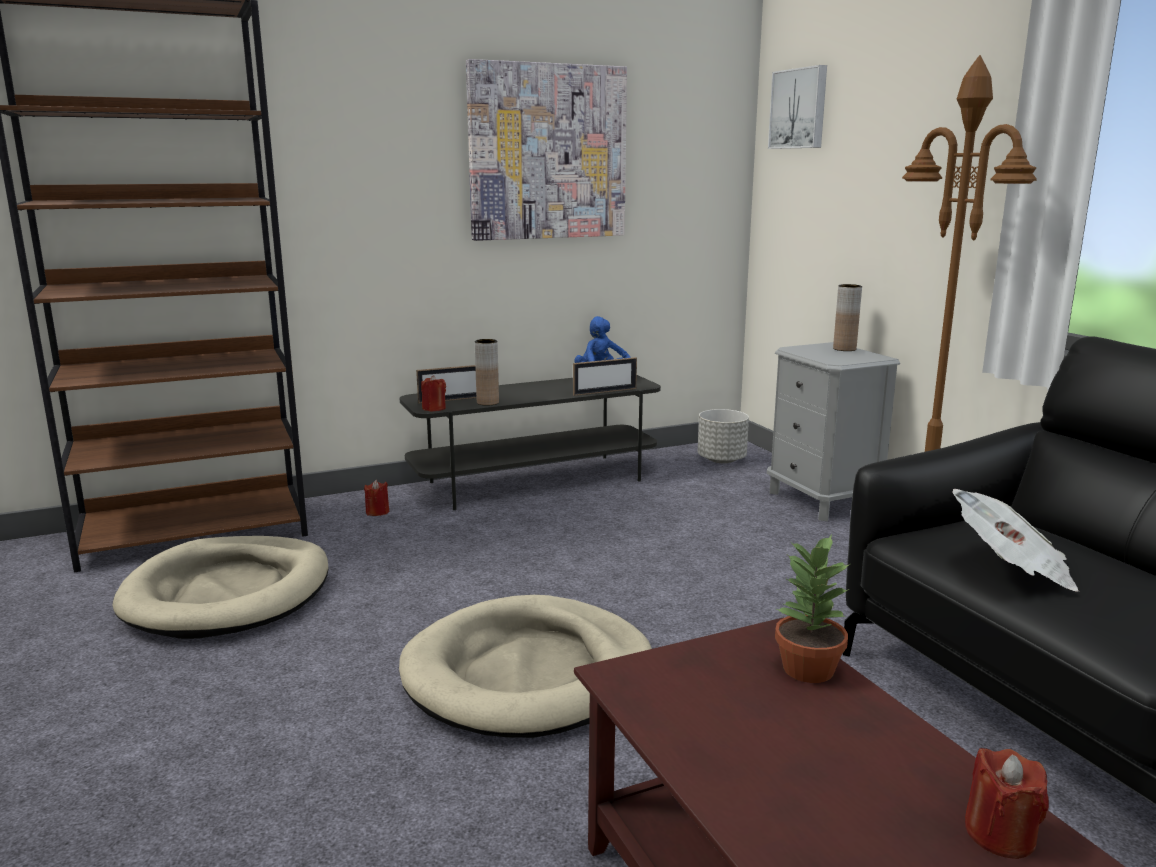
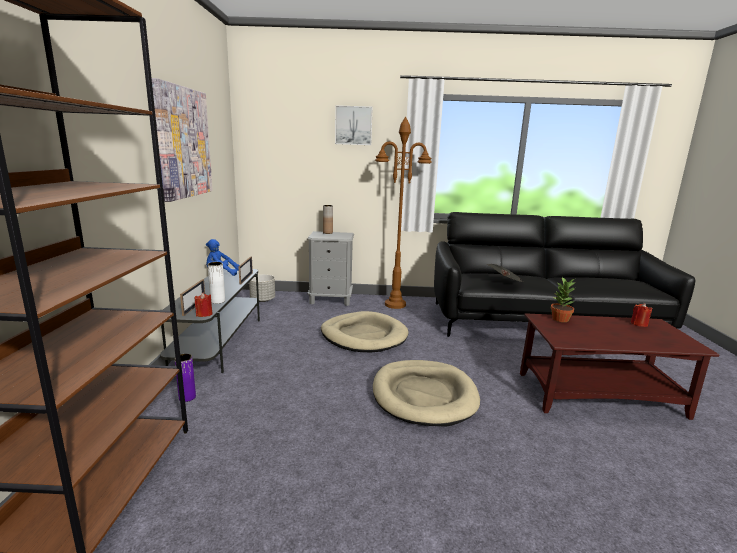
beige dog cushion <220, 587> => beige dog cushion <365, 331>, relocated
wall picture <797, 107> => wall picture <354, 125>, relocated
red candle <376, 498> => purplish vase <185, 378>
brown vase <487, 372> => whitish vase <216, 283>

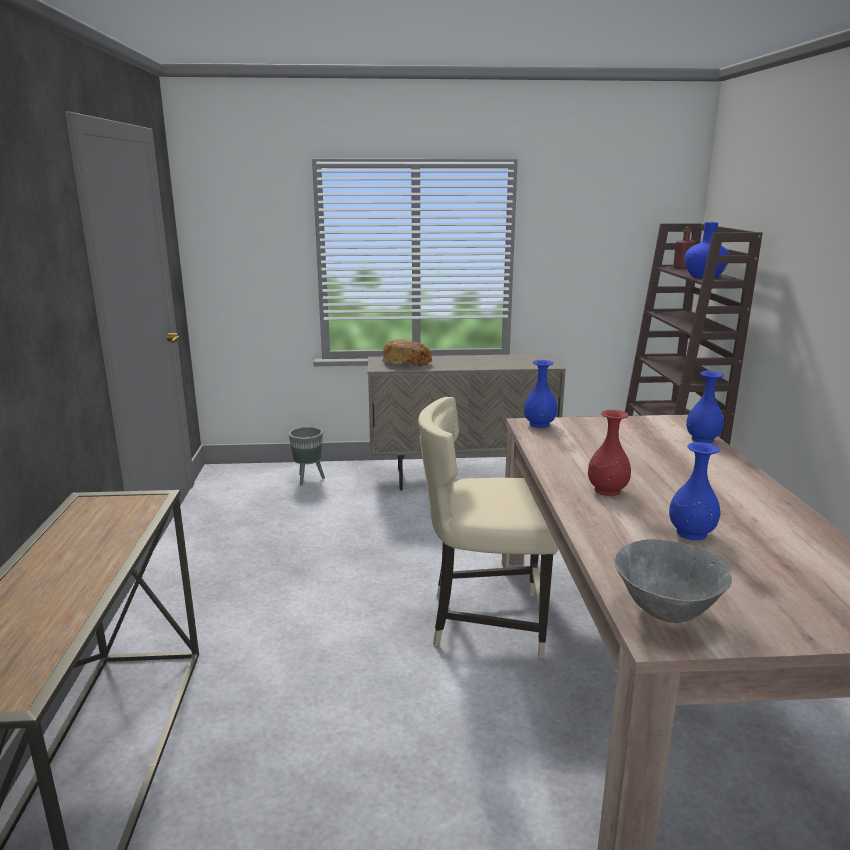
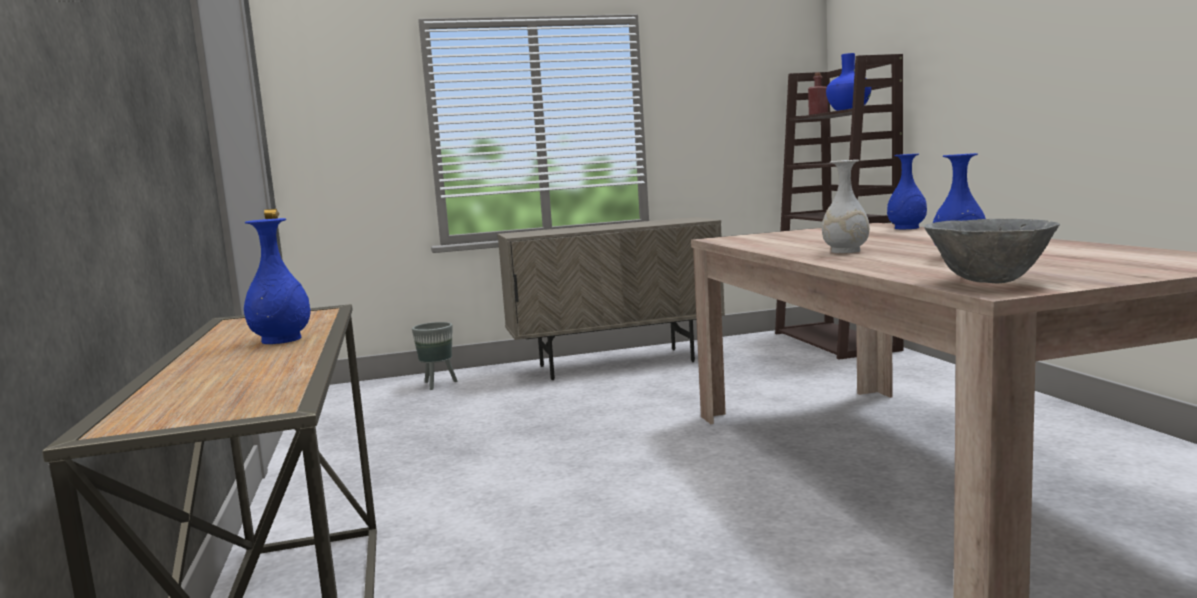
baked bread <407, 353> => nothing
beige chair <488, 527> => nothing
blue vase <540, 394> => blue vase <277, 281>, relocated
red vase <609, 453> => whitish vase <846, 206>

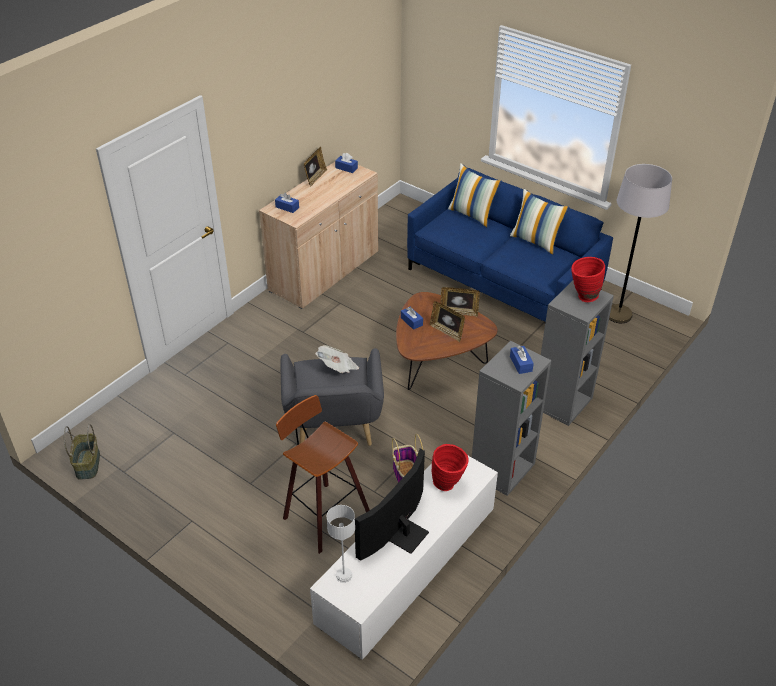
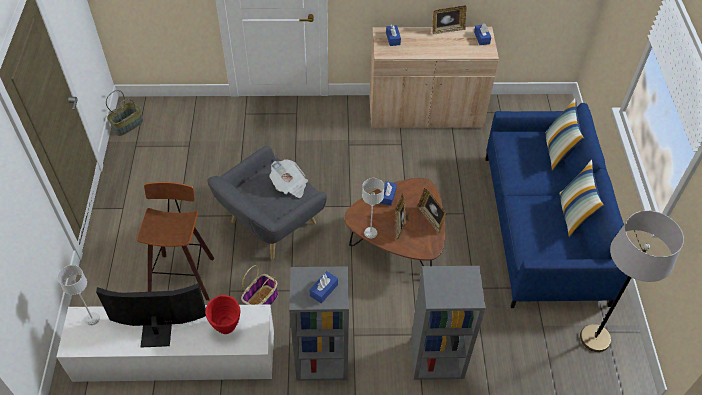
red vase <588, 279> => nothing
nothing => gray table lamp <373, 208>

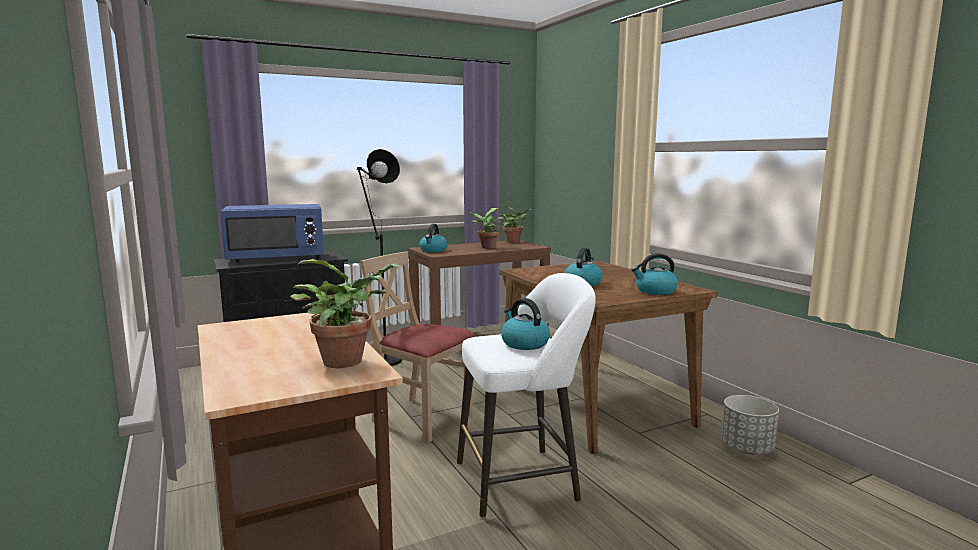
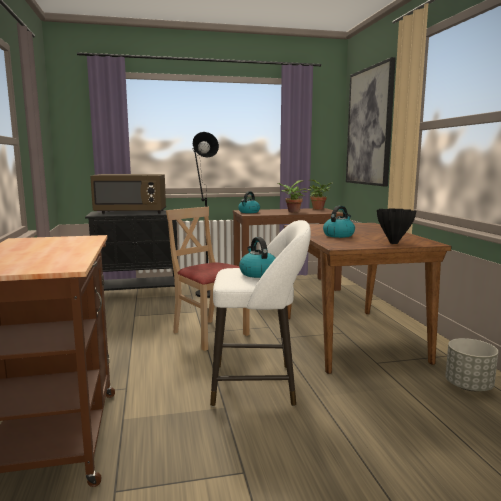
houseplant <345, 313> => nothing
nothing => wall picture <371, 121>
water kettle <654, 274> => black-coloured vase <396, 226>
blue microwave oven <272, 233> => brown microwave oven <128, 194>

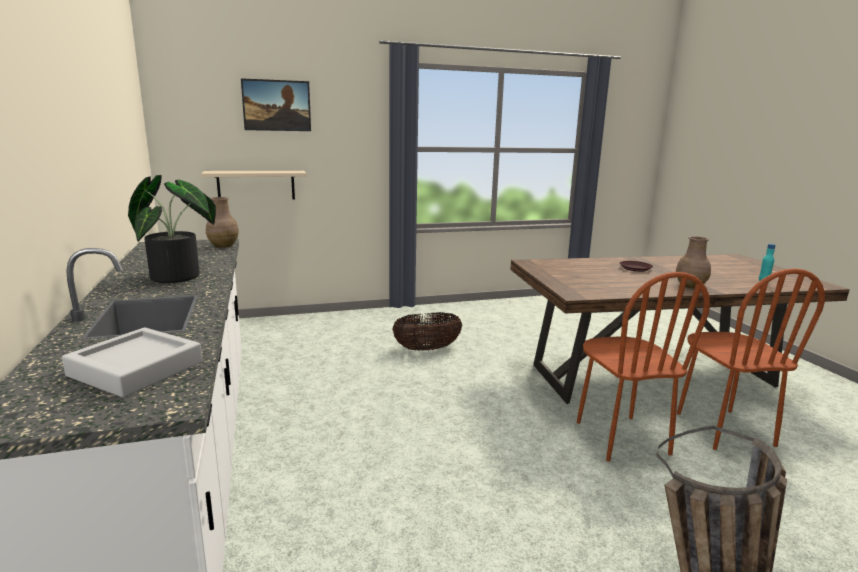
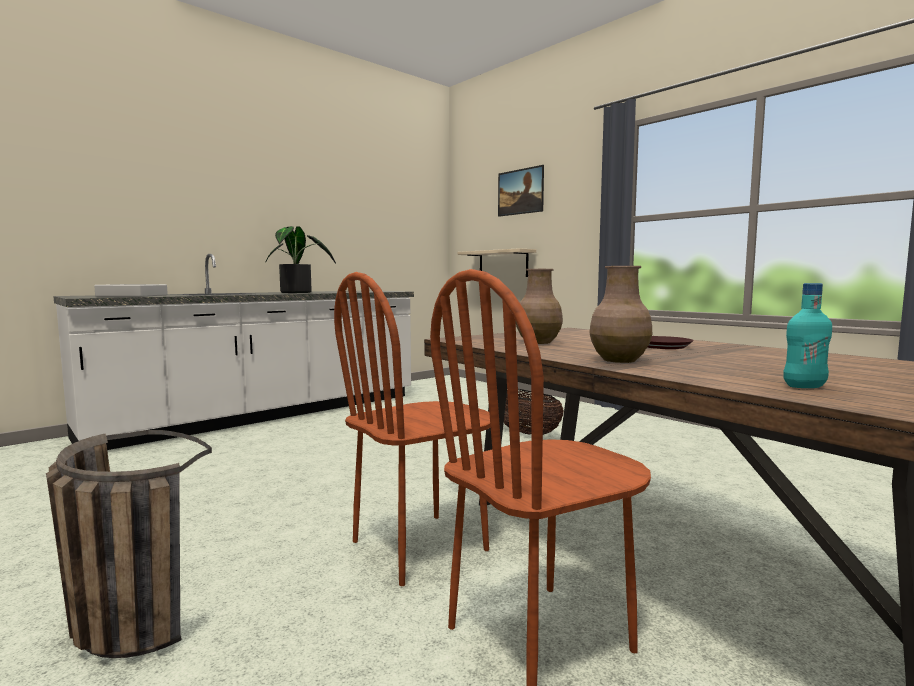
brown vase <222, 222> => brown vase <539, 306>, relocated

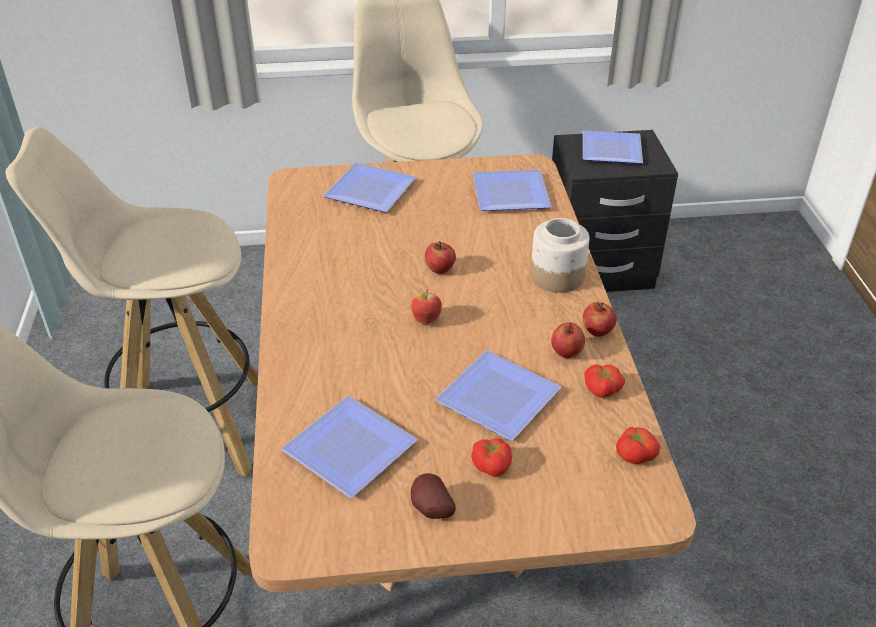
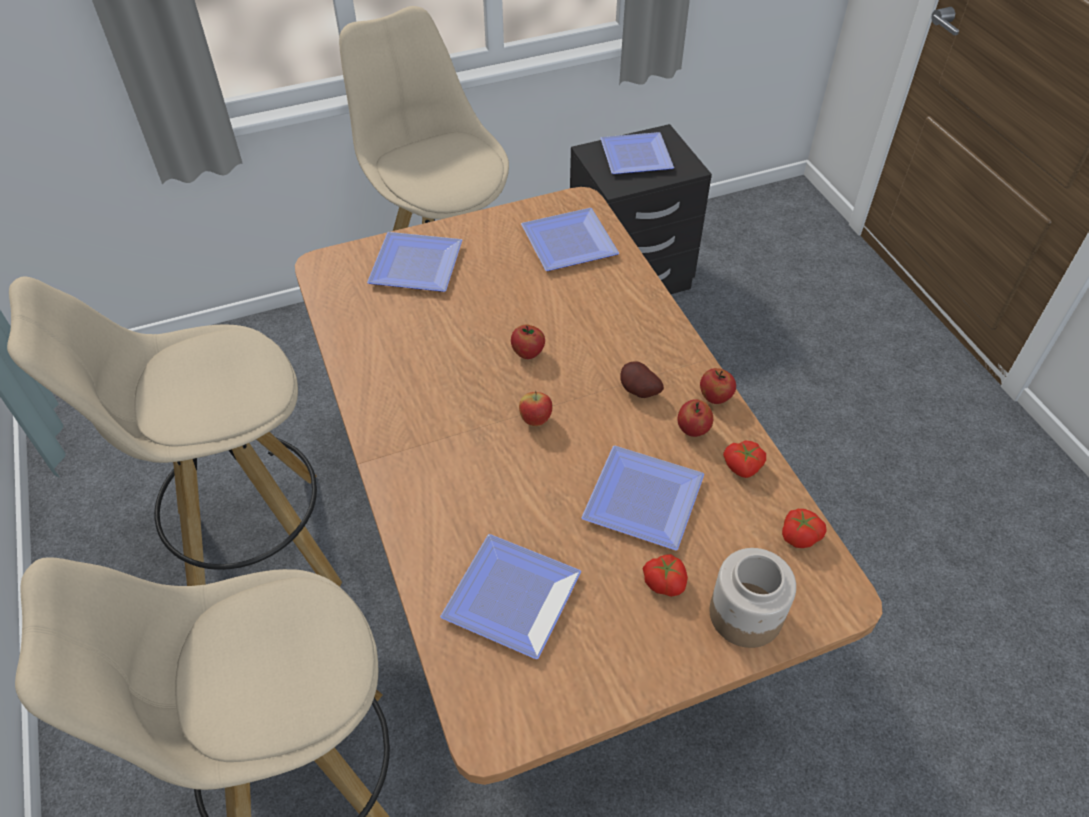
whole potato <433, 496> => whole potato <642, 380>, relocated
storage jar <560, 255> => storage jar <753, 598>, relocated

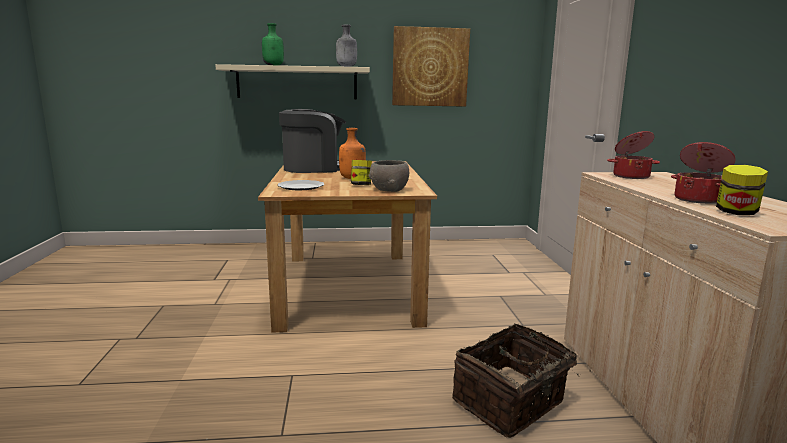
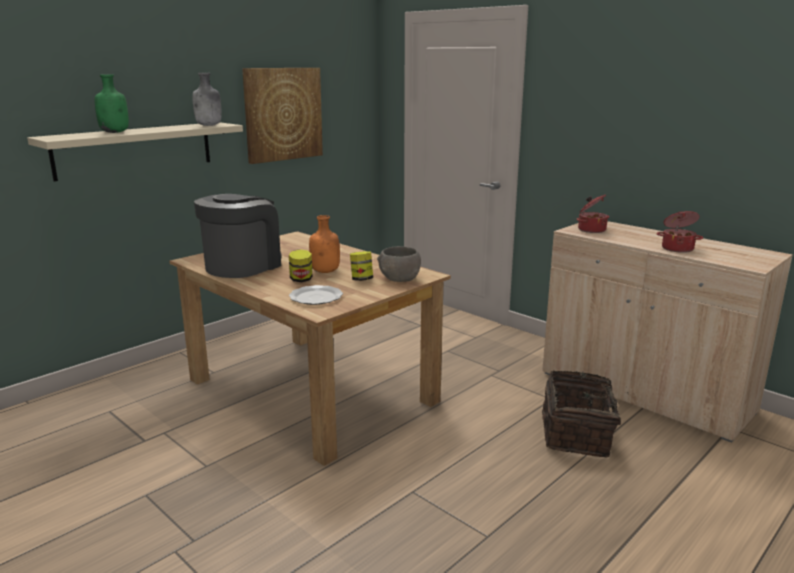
storage jar <742, 190> => storage jar <300, 265>, relocated

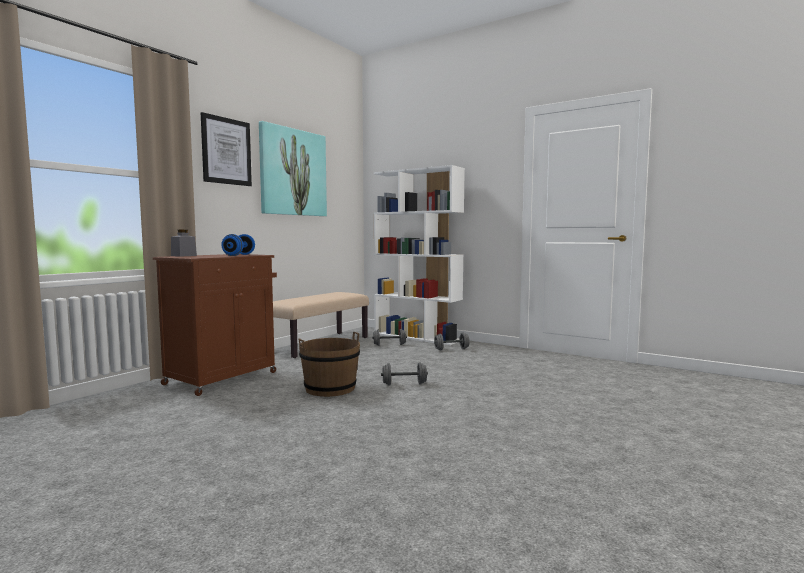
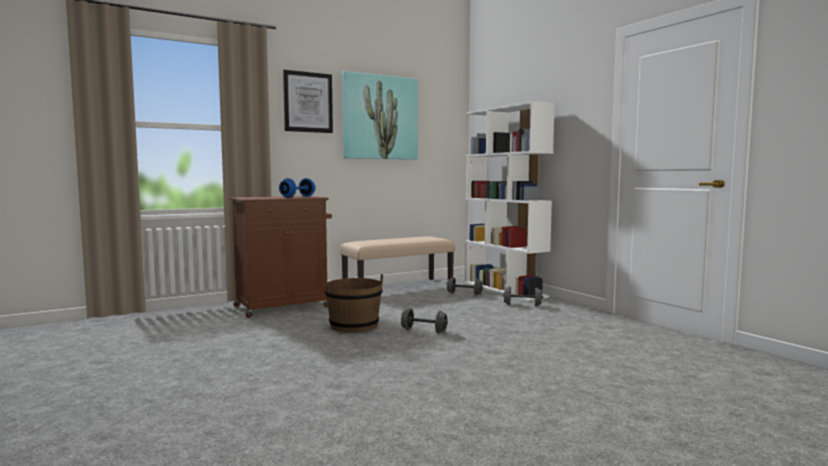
gray storage jar <184, 243> => nothing

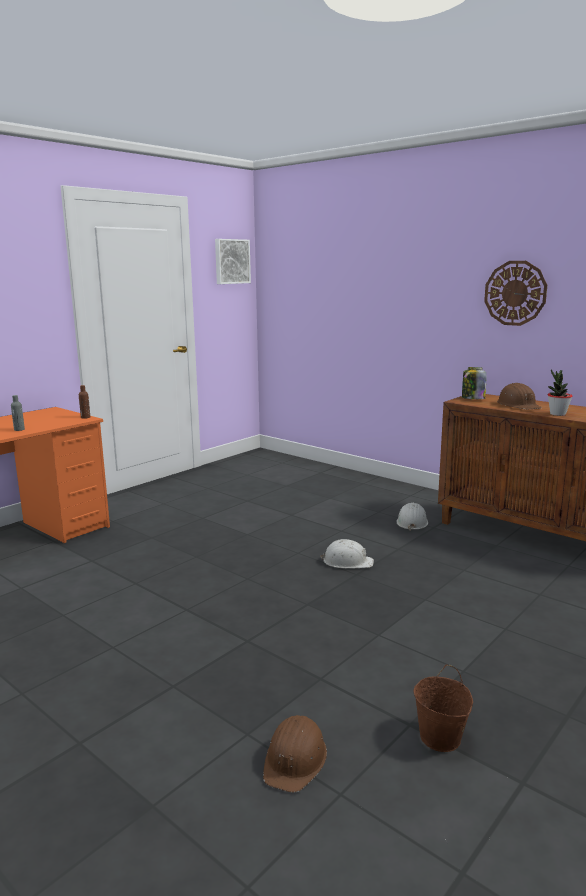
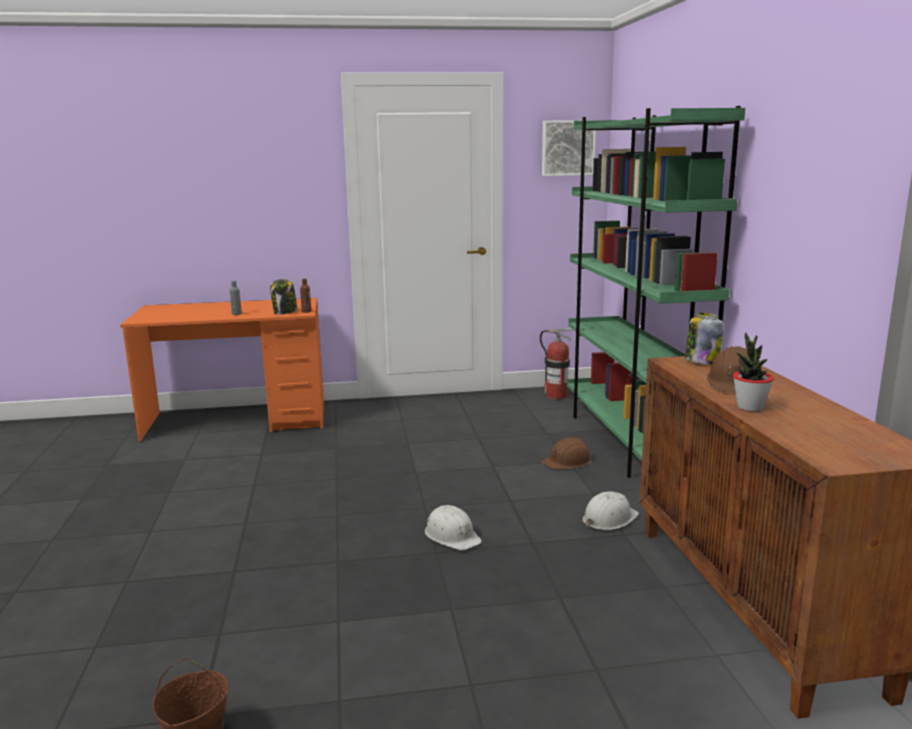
clock on the wall <515, 293> => nothing
nothing => storage jar <284, 297>
nothing => extinguisher <556, 364>
nothing => greenish bookcase <656, 292>
brown work helmet <295, 754> => brown work helmet <566, 453>, relocated

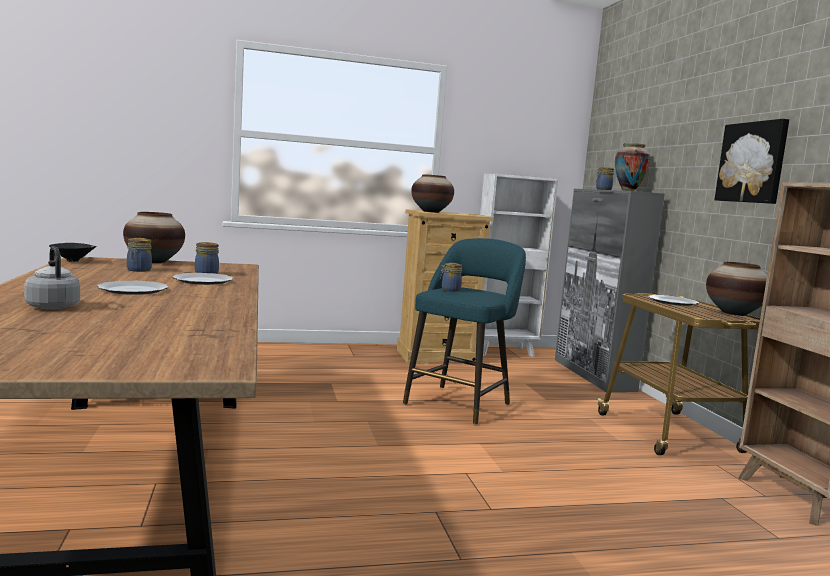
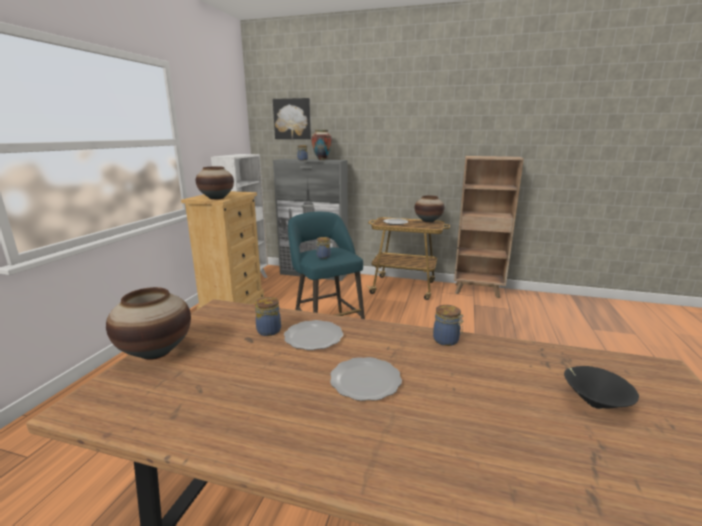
gray water kettle <52, 278> => nothing
black-coloured serving bowl <73, 252> => black-coloured serving bowl <601, 387>, relocated
storage jar <139, 255> => storage jar <448, 325>, relocated
wall picture <752, 161> => wall picture <292, 118>, relocated

